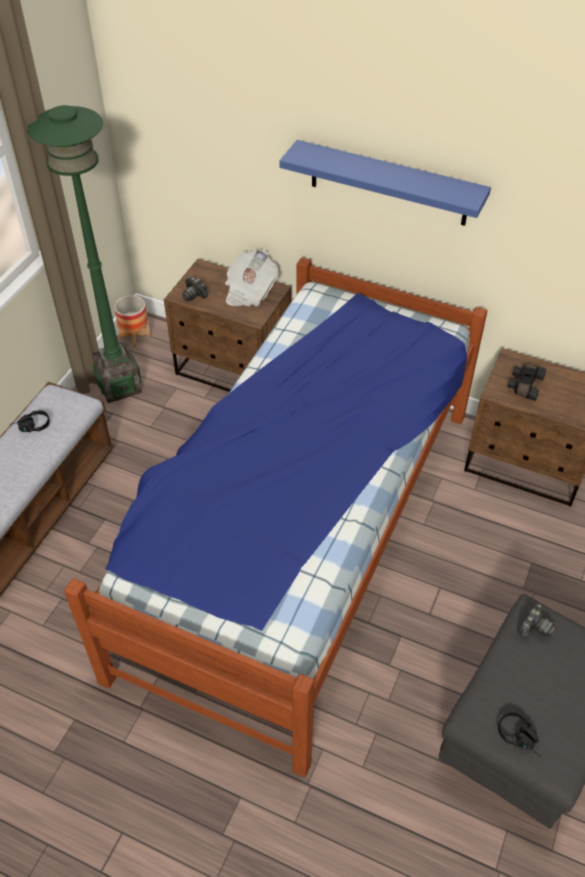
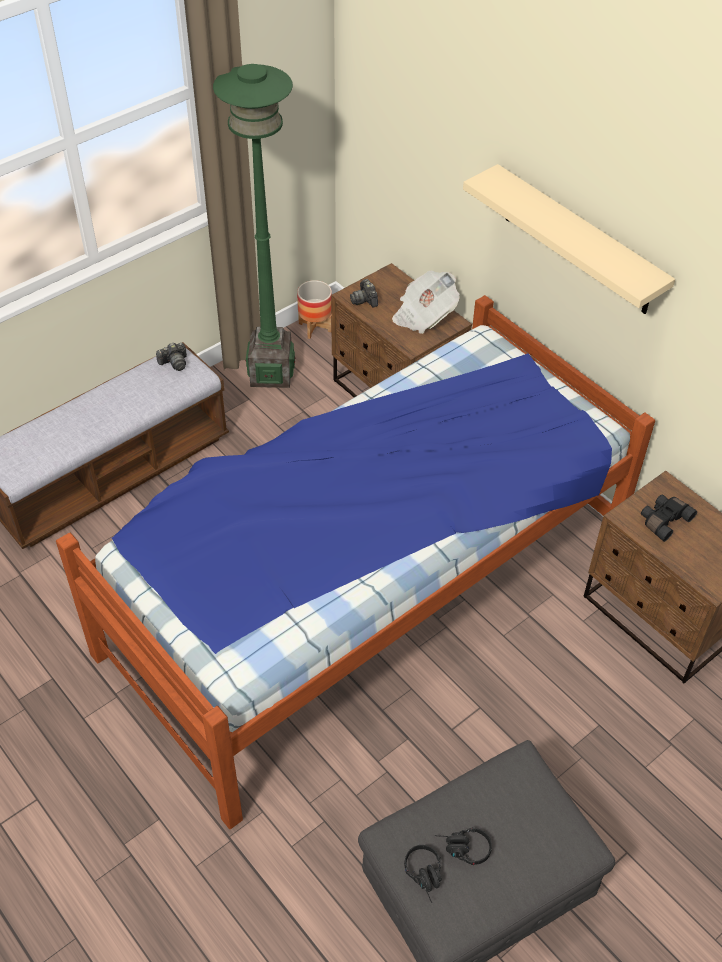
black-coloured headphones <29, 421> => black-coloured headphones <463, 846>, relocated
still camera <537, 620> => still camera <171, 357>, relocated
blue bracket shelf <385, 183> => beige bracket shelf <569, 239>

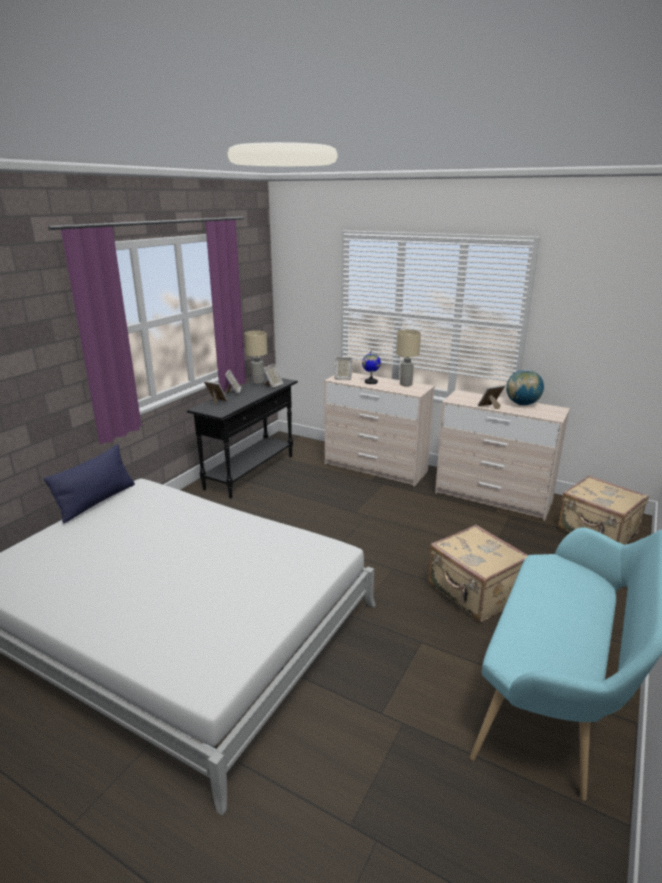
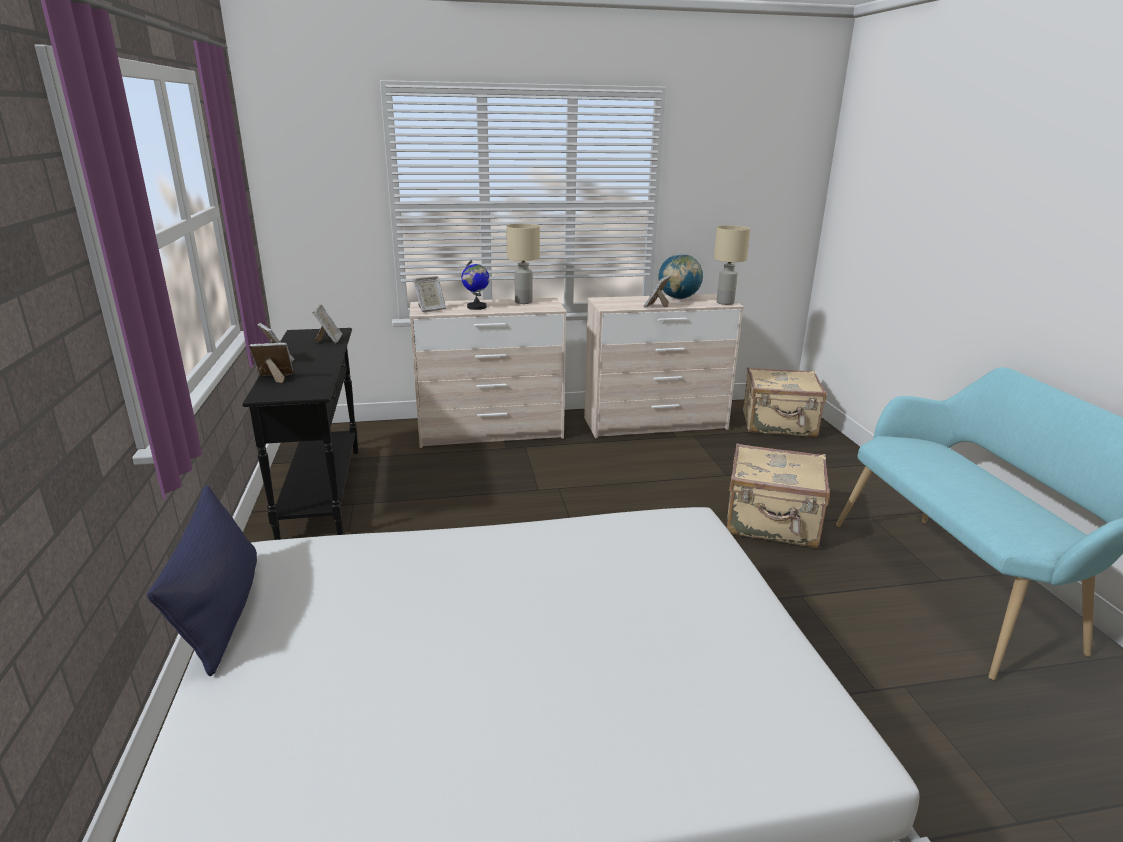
beige table lamp <255, 357> => beige table lamp <732, 265>, relocated

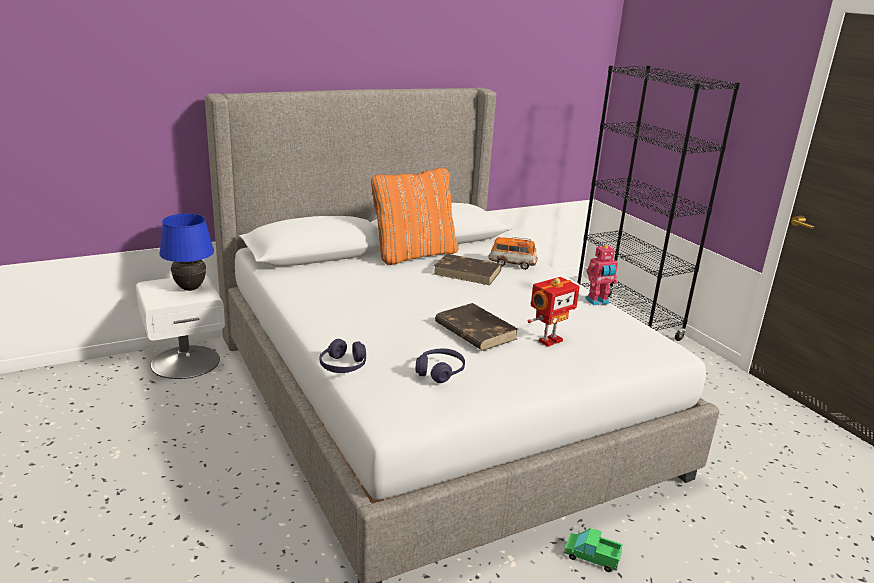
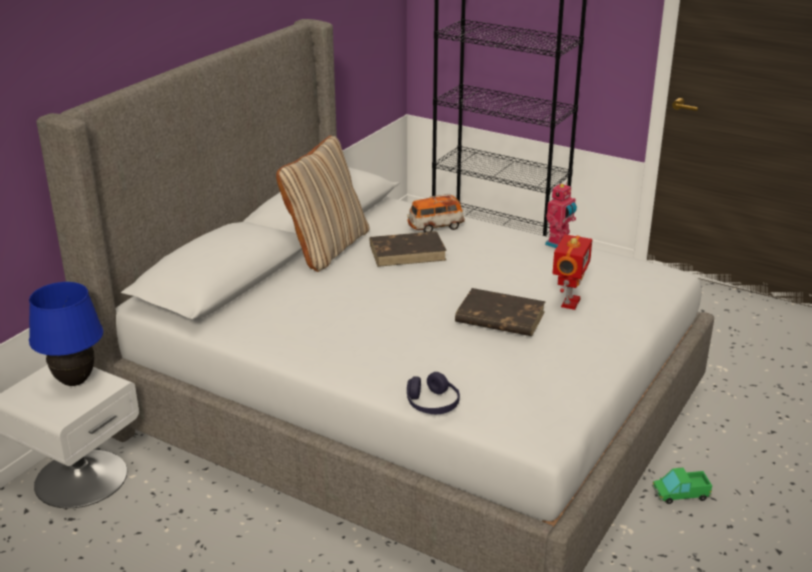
purplish headphones <440, 366> => nothing
orangey cushion <415, 216> => beige cushion <322, 204>

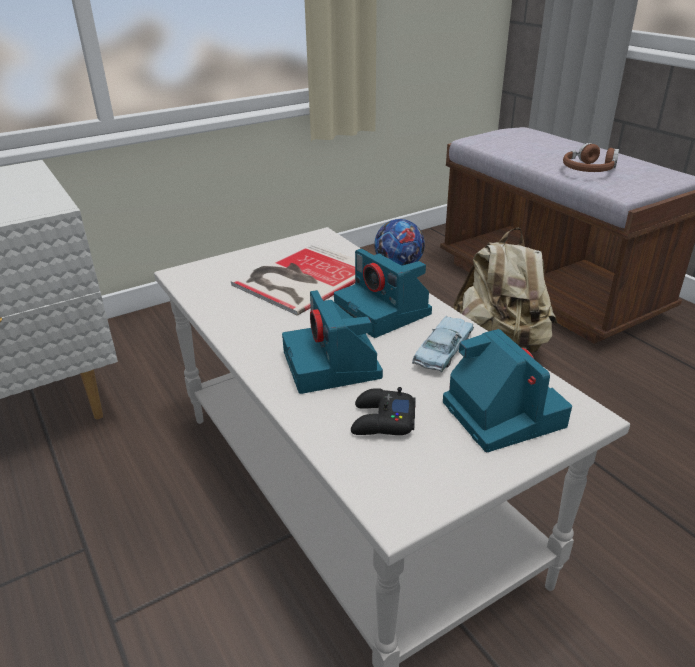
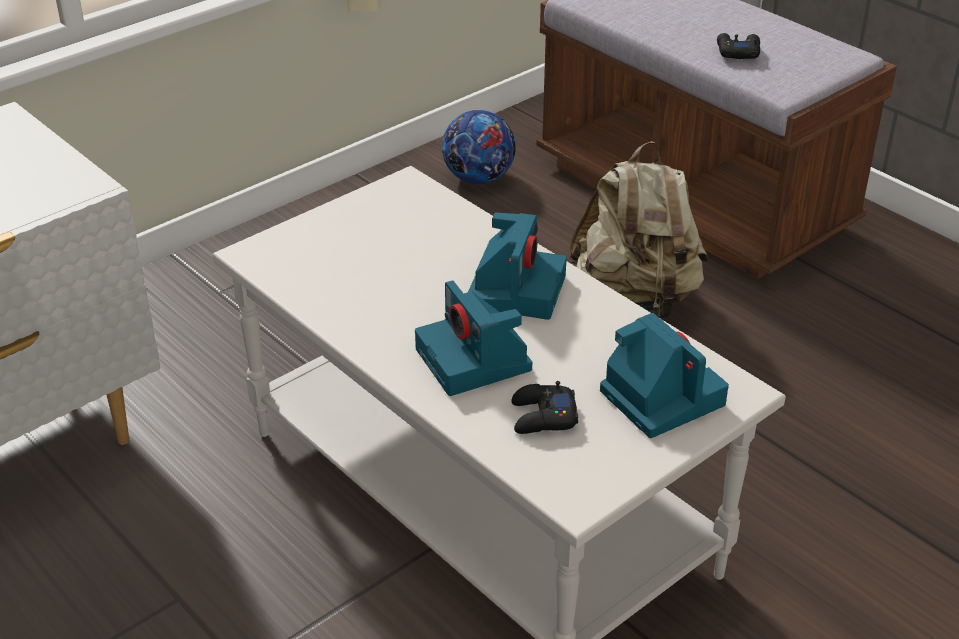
bound book <293, 279> => nothing
blue toy car <443, 344> => nothing
brown headphones <591, 157> => black-coloured gamepad <738, 46>
still camera <383, 293> => still camera <517, 266>, 120 degrees counterclockwise

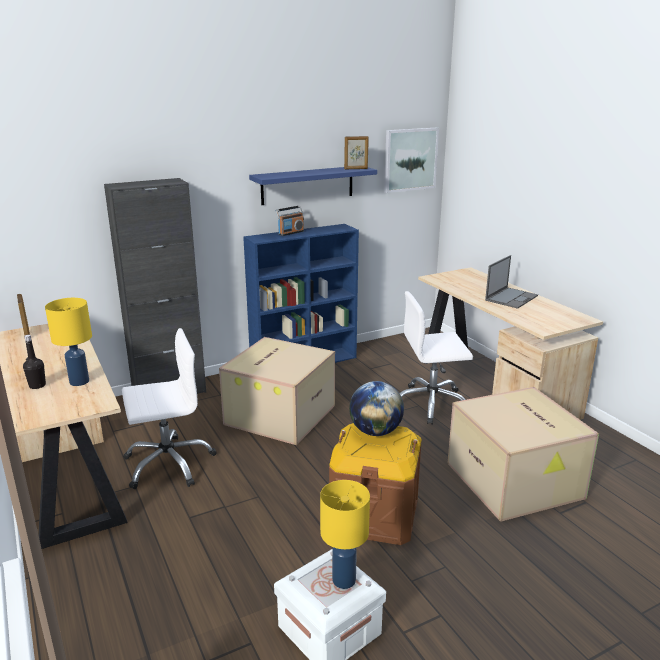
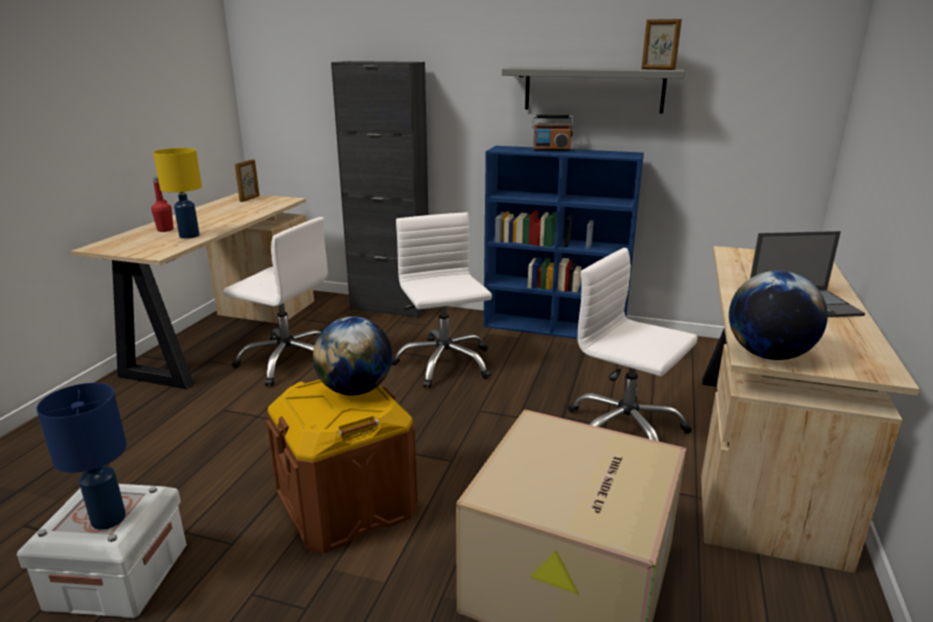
wall picture <411, 160> => nothing
nothing => desk globe <778, 315>
packing box <277, 391> => whitish office chair <441, 300>
black-coloured drink bottle <34, 362> => red drink bottle <162, 204>
blue bracket shelf <313, 186> => gray bracket shelf <593, 90>
yellow table lamp <345, 534> => blue table lamp <82, 456>

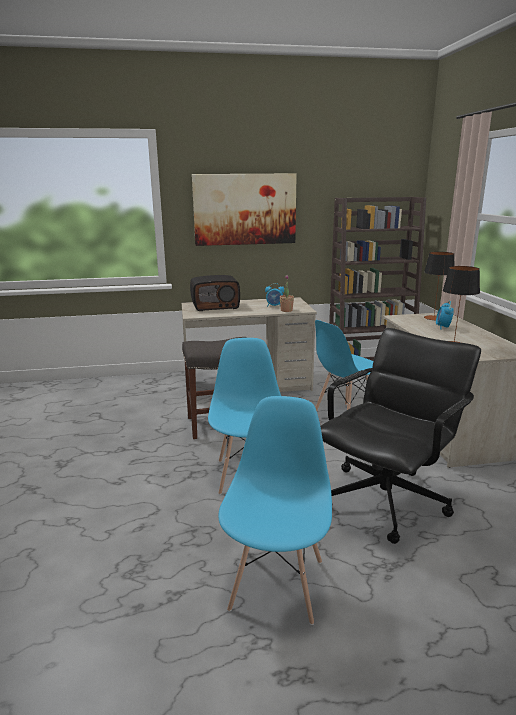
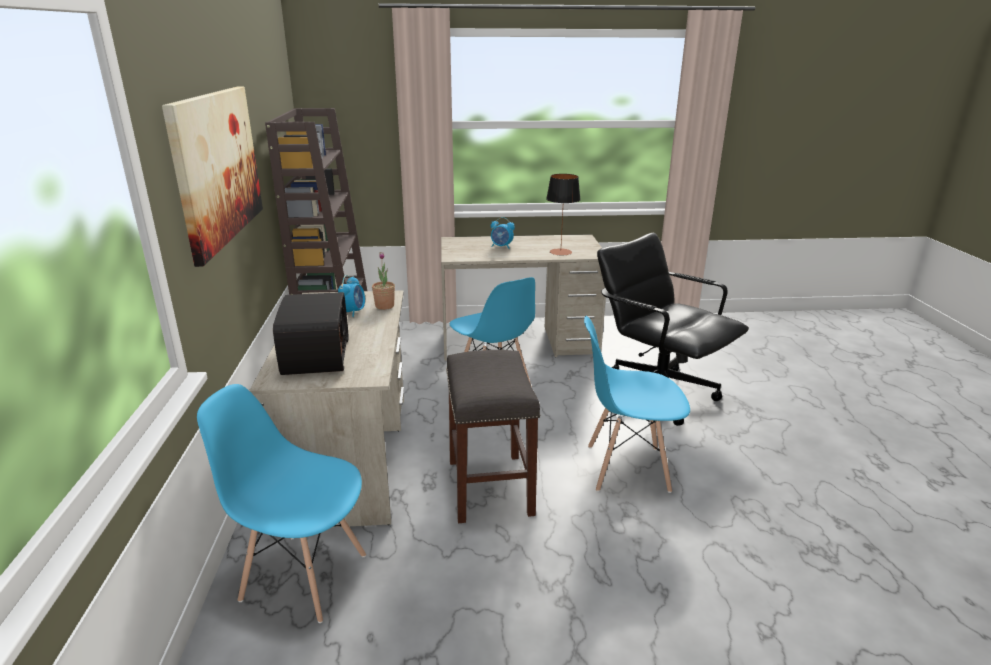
table lamp <439, 286> => nothing
blue chair <275, 510> => blue chair <281, 503>, relocated

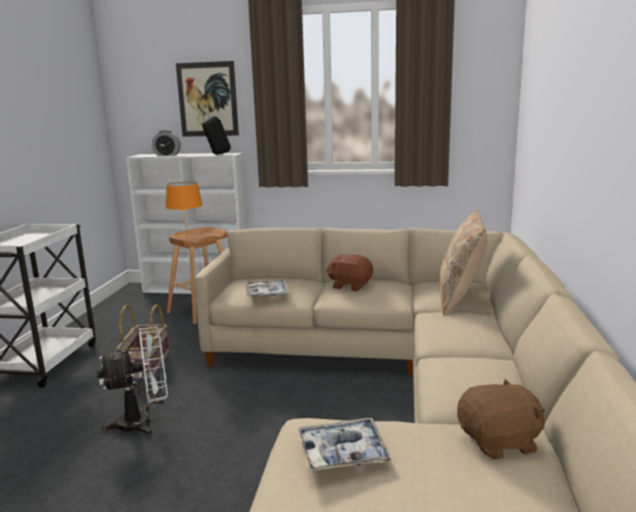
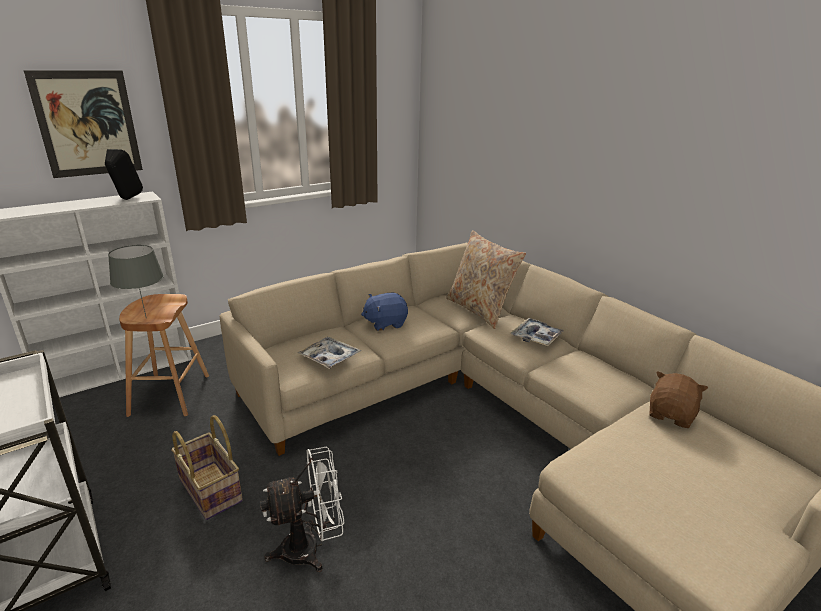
alarm clock <166, 143> => nothing
serving tray <345, 445> => serving tray <537, 332>, relocated
orangey table lamp <184, 207> => gray table lamp <136, 281>
brown plush toy <350, 272> => blue plush toy <384, 312>
whitish cooling fan <132, 381> => whitish cooling fan <302, 509>, 45 degrees clockwise

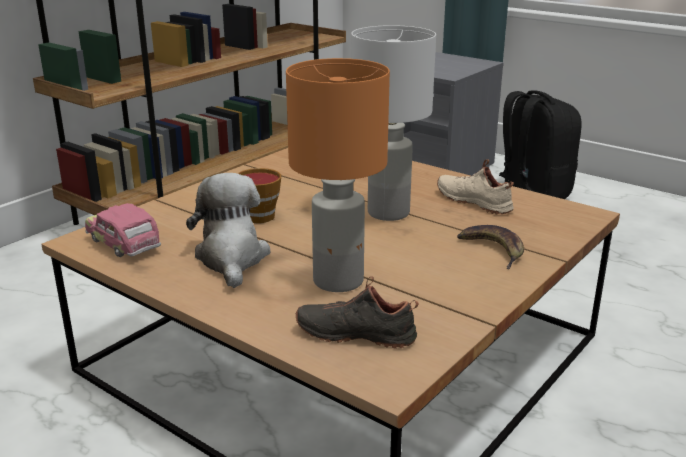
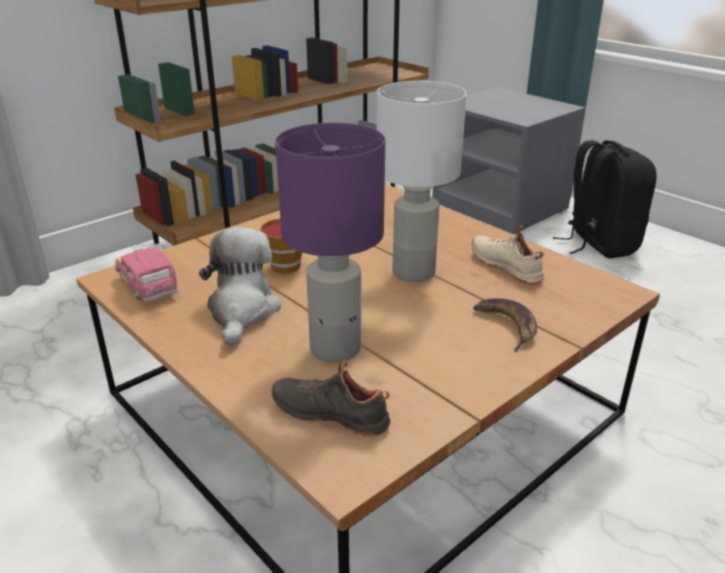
orangey table lamp <338, 175> => purplish table lamp <330, 242>

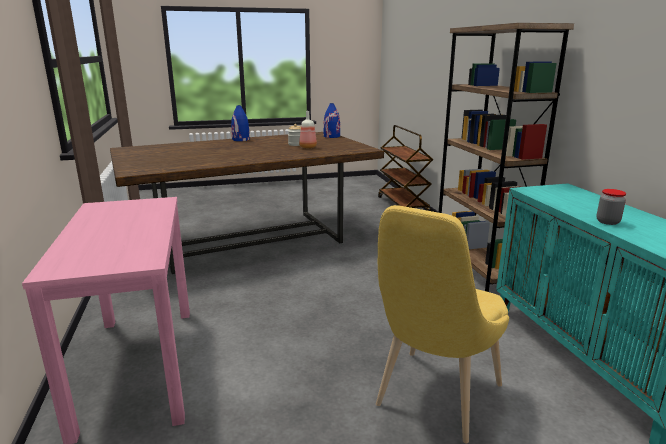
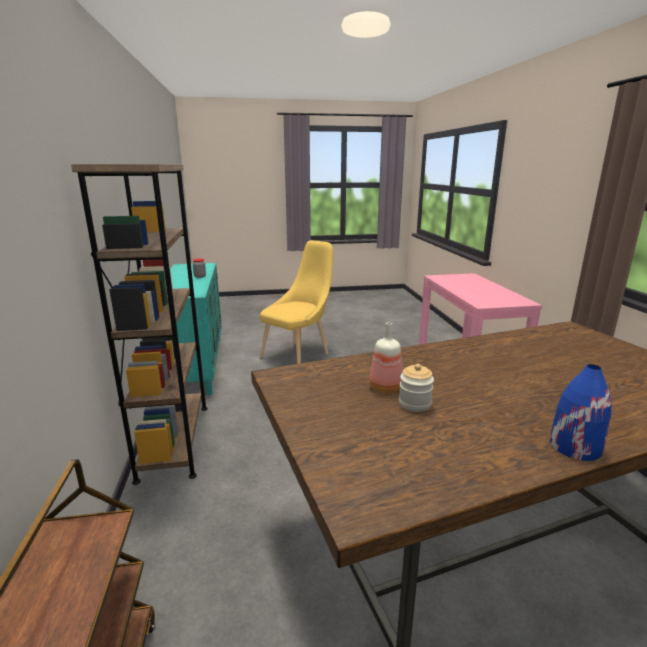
blue vase <331, 120> => nothing

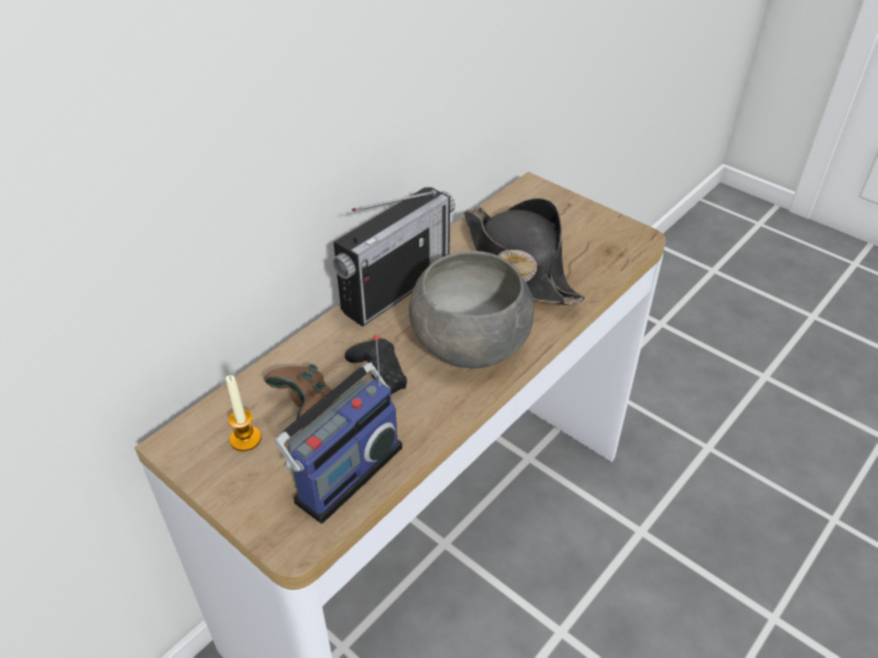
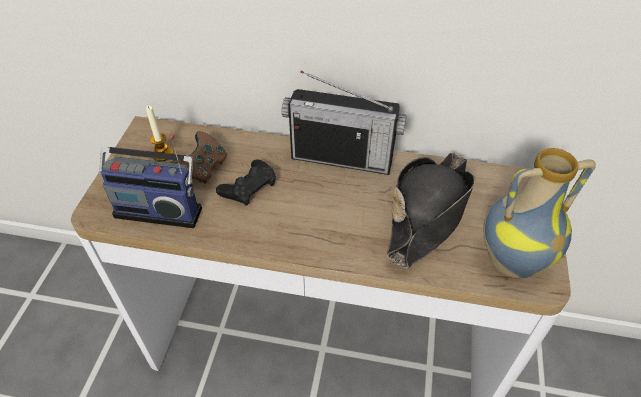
gray serving bowl <471, 309> => nothing
nothing => vase <539, 213>

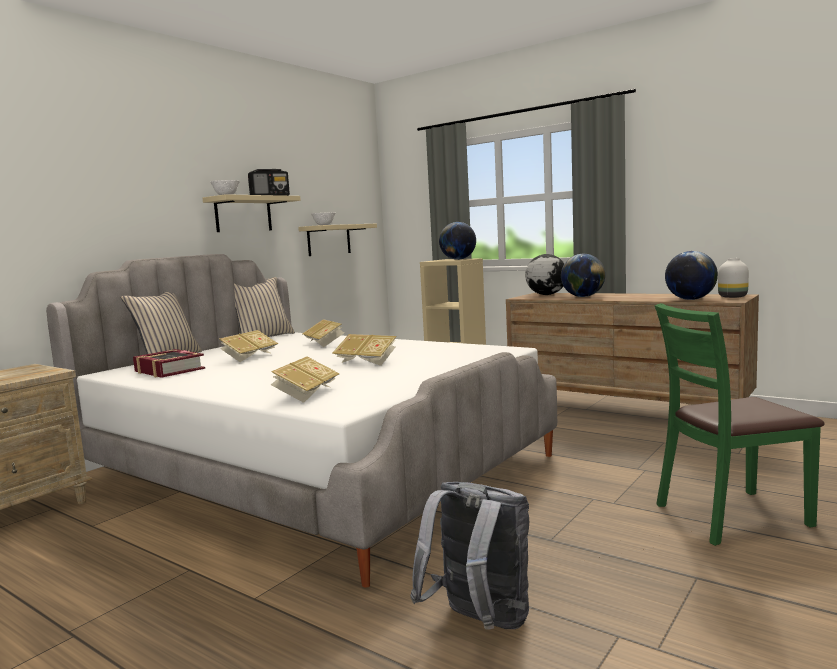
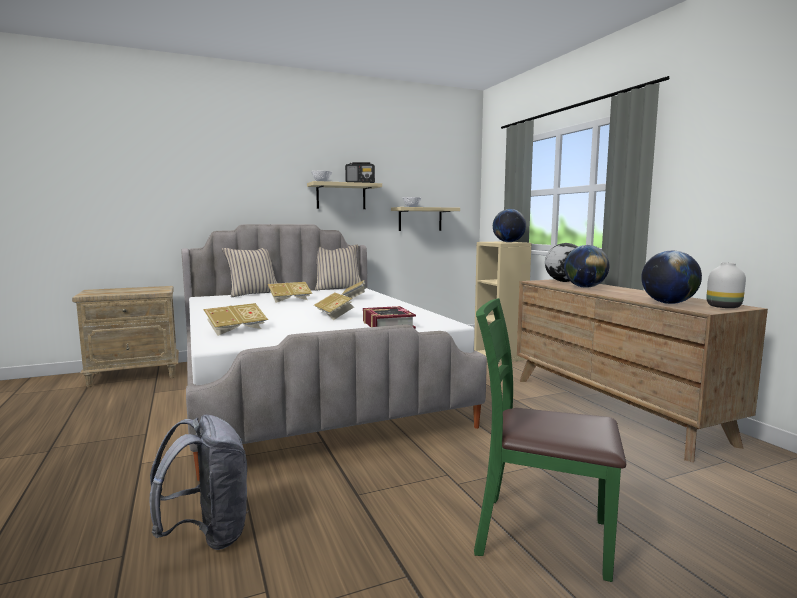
bound book <169, 363> => bound book <389, 317>, relocated

